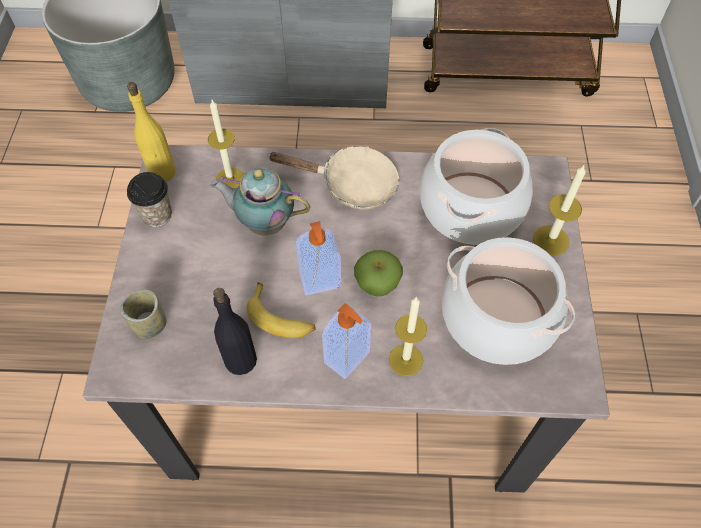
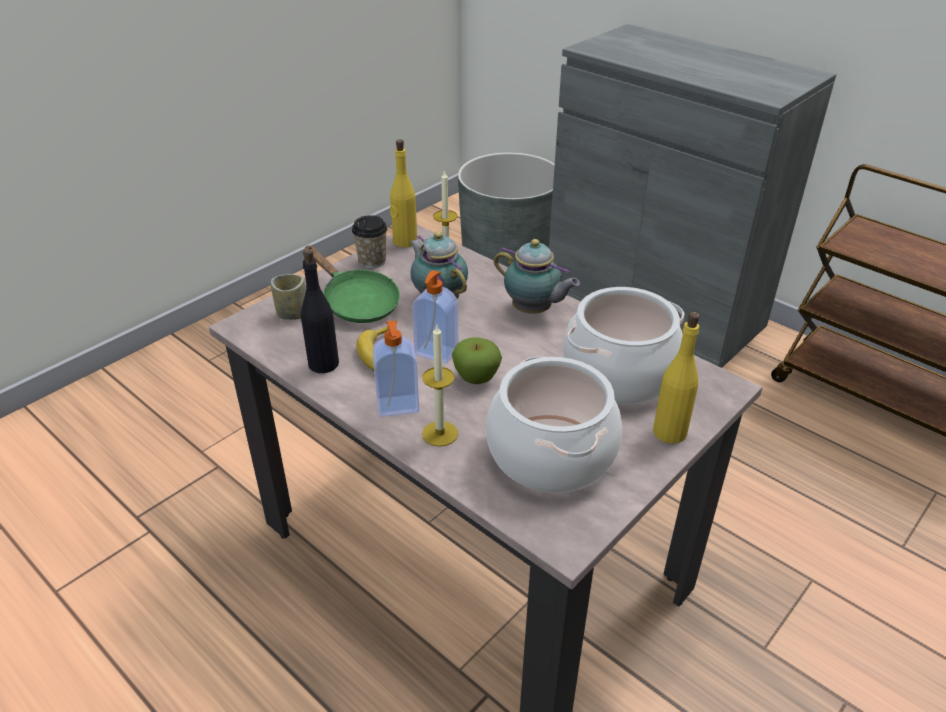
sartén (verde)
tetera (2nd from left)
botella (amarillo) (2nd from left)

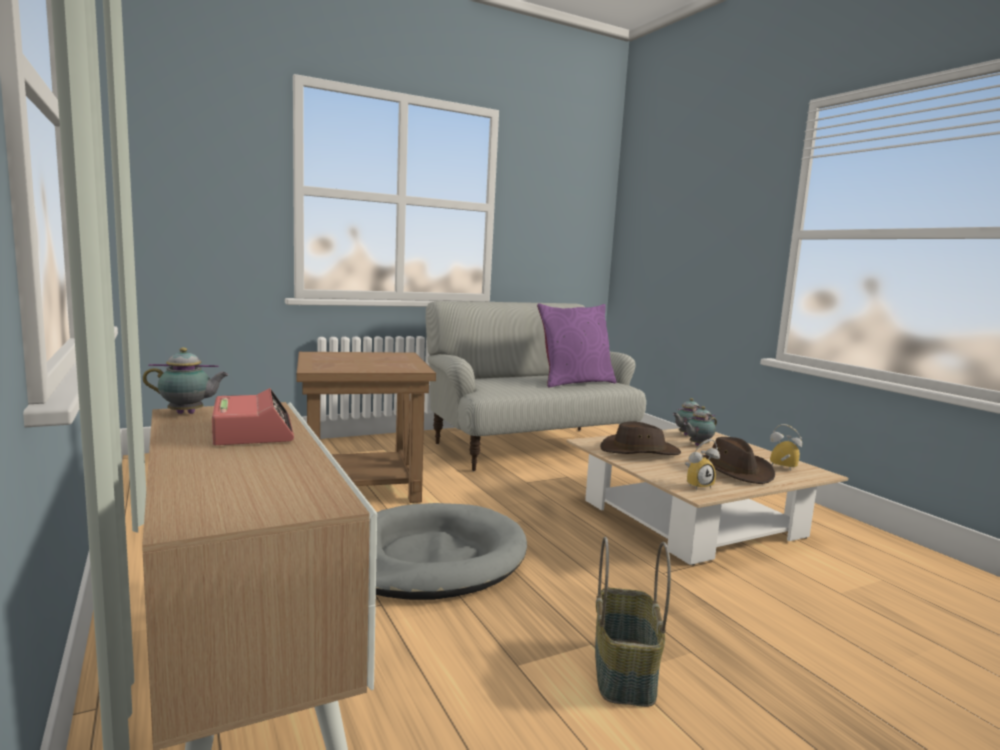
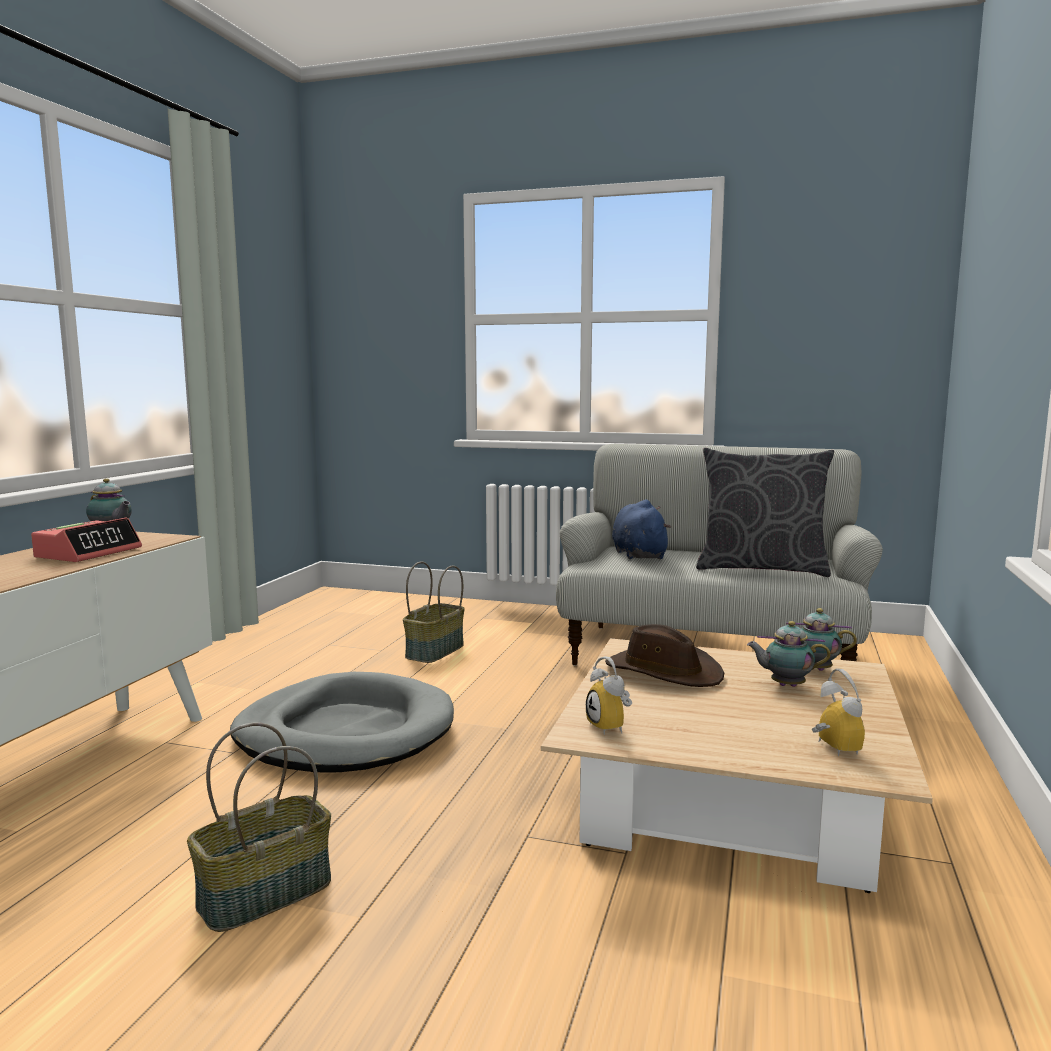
sombrero (marrón) (2nd from left in the first image)
peluche (azul)
cesta (2nd from left)
cojín (gris)
despertador (2nd from left)

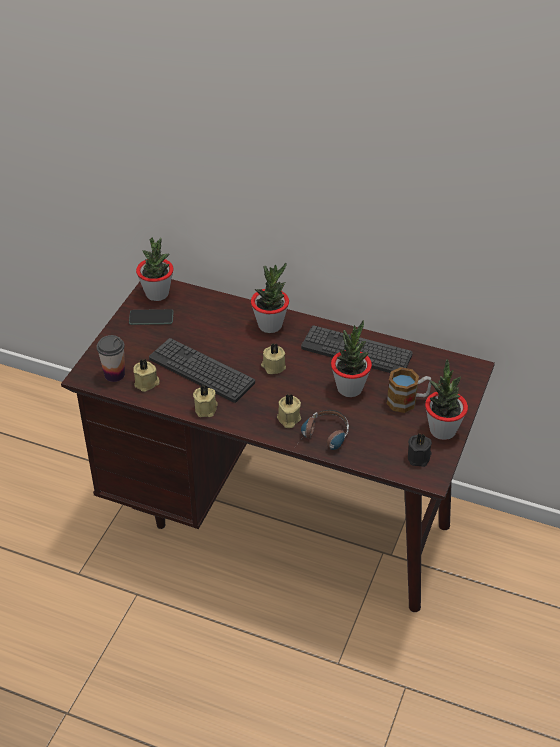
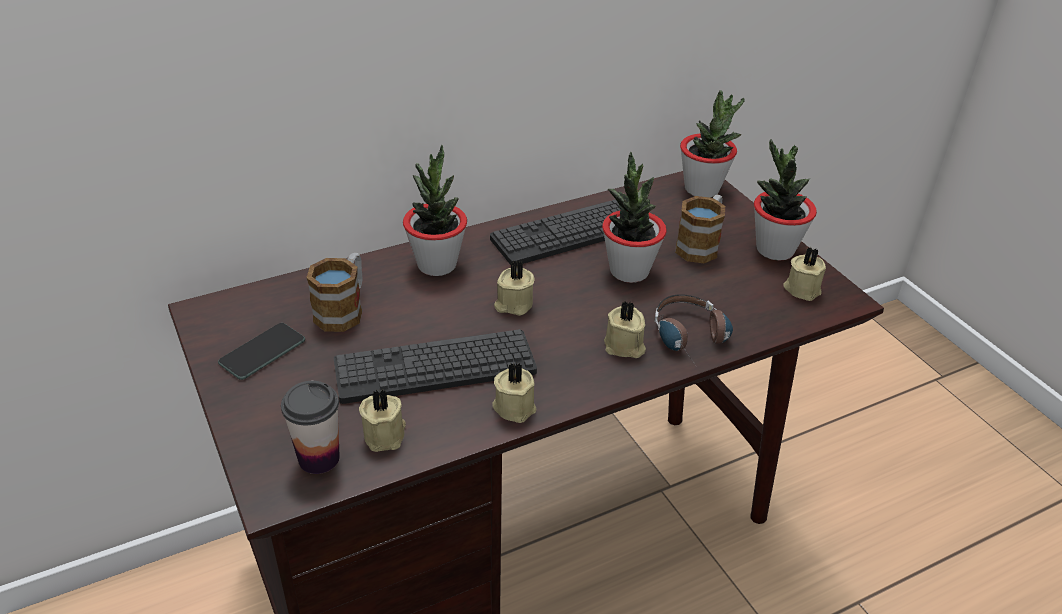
taza grande (1st from left)
planta en maceta (3rd from left)
vela (beis) (5th from left)

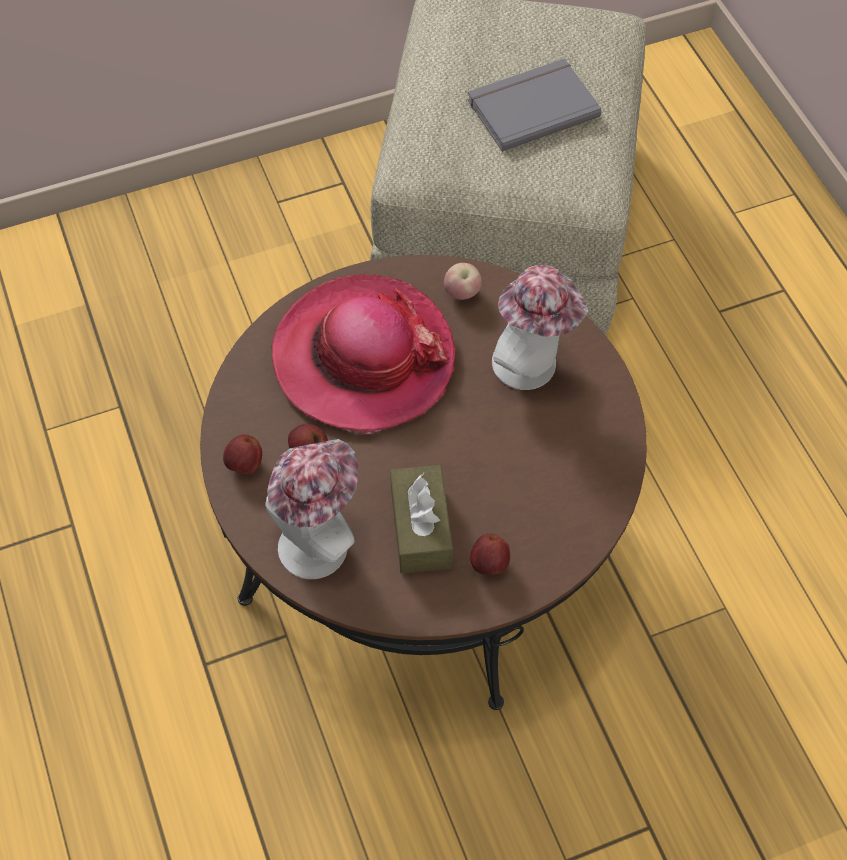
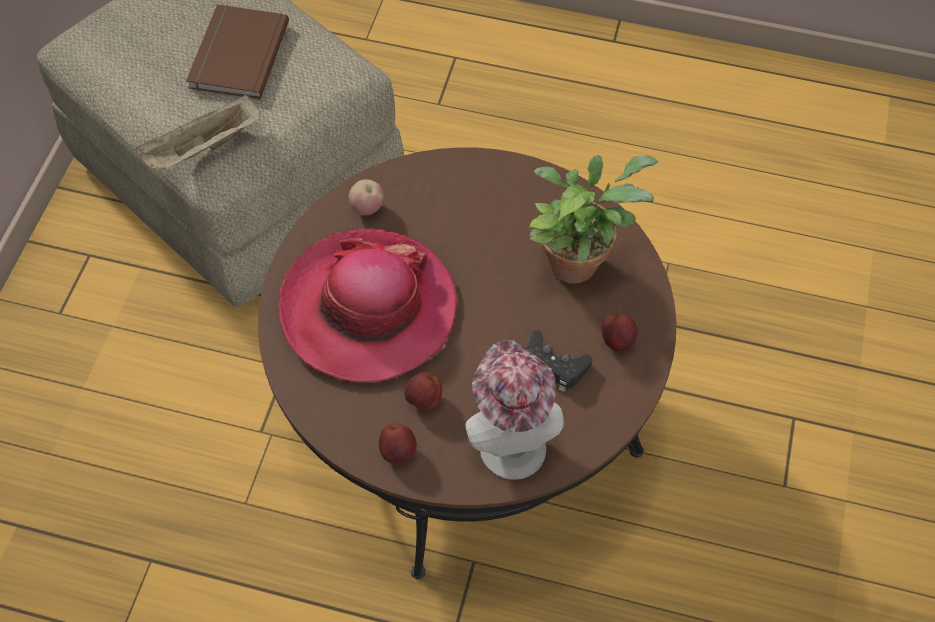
sombrero (3rd from left in the first image)
bandeja (beis)
planta en maceta
mando de consola (negro)
libro (marrón)

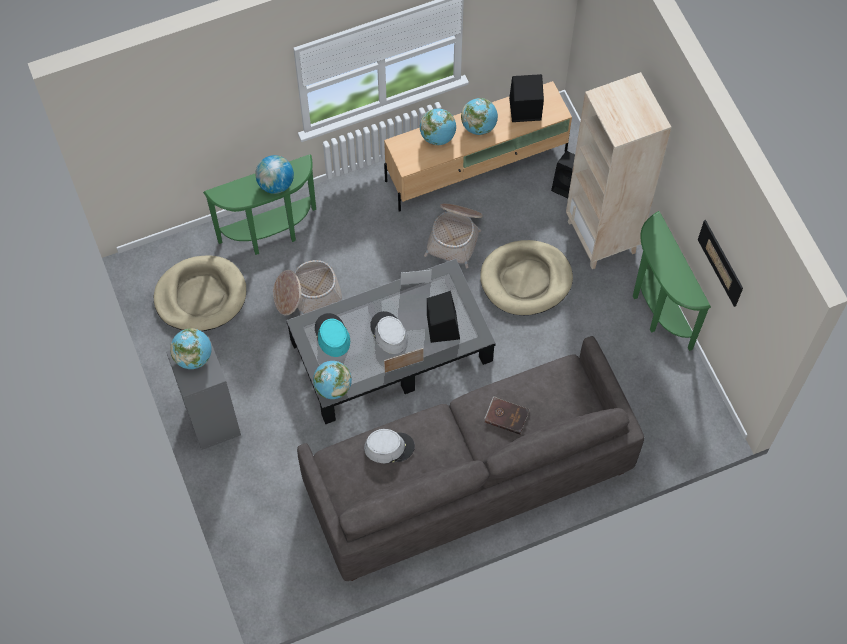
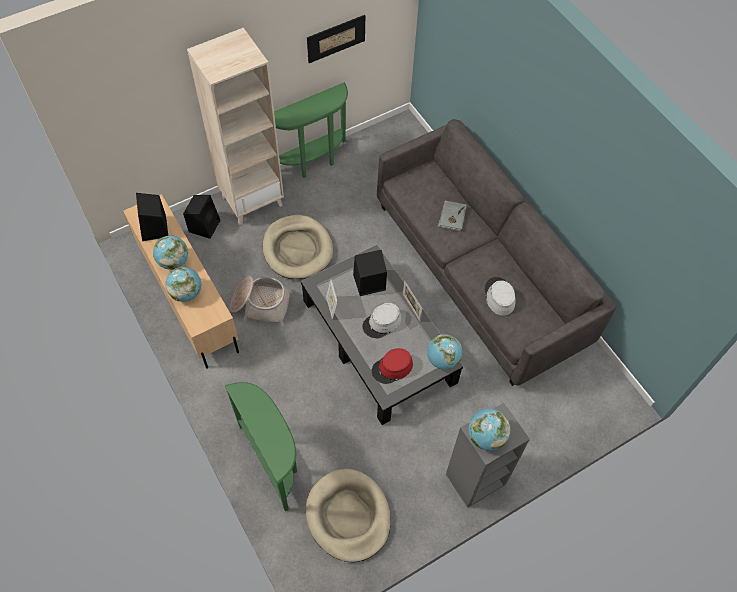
globo terráqueo (2nd from left in the first image)
cesta (1st from left in the first image)
sombrero (rojo)
libro (gris)

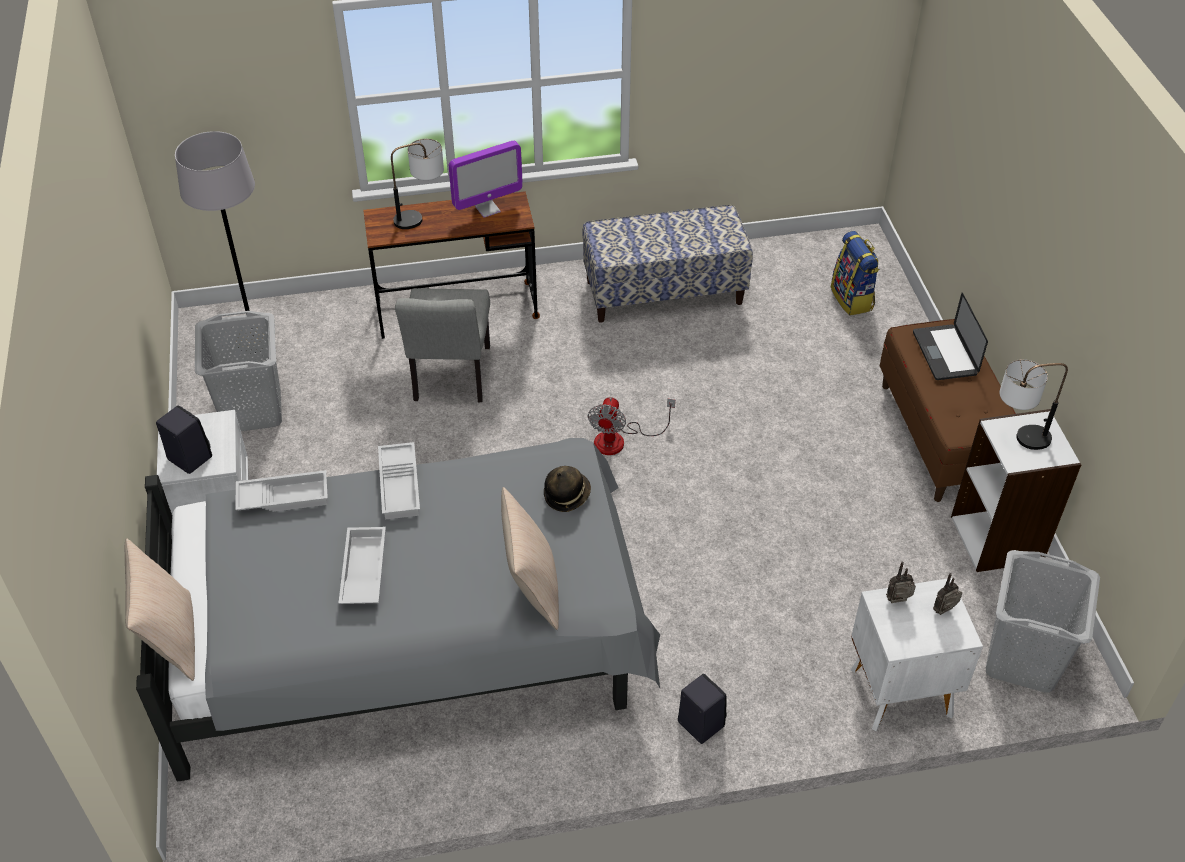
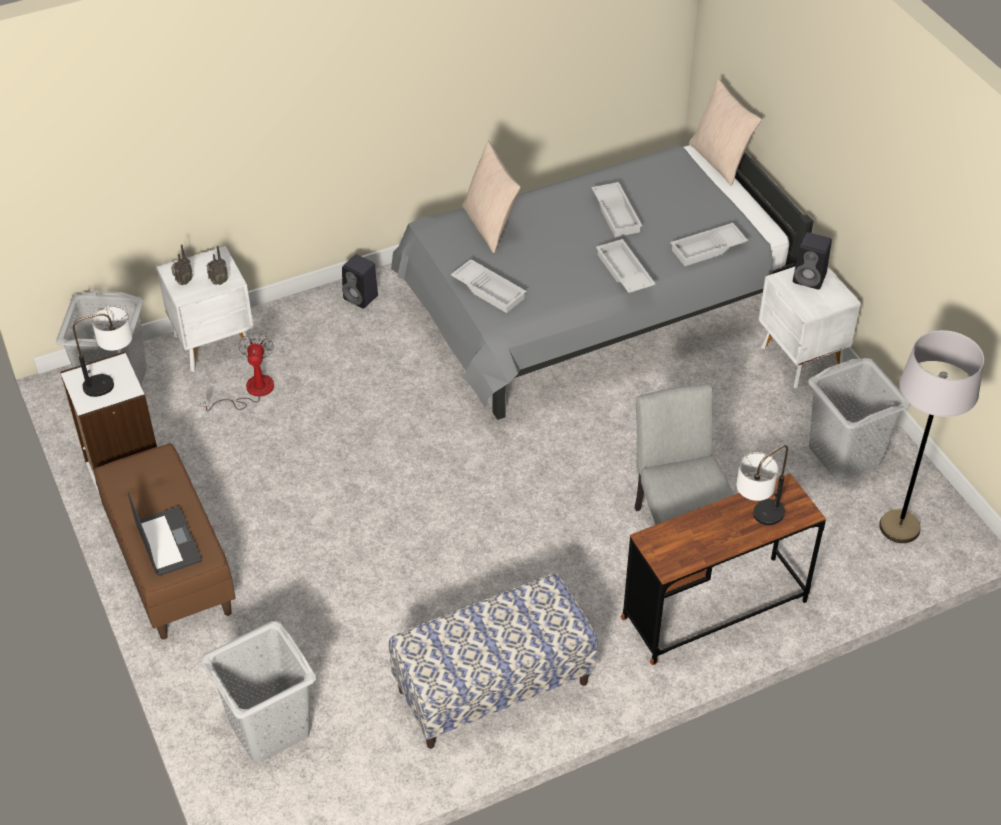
monitor
ventilador
bandeja (blanco) (1st from left)
cesto de la ropa (gris) (2nd from left)

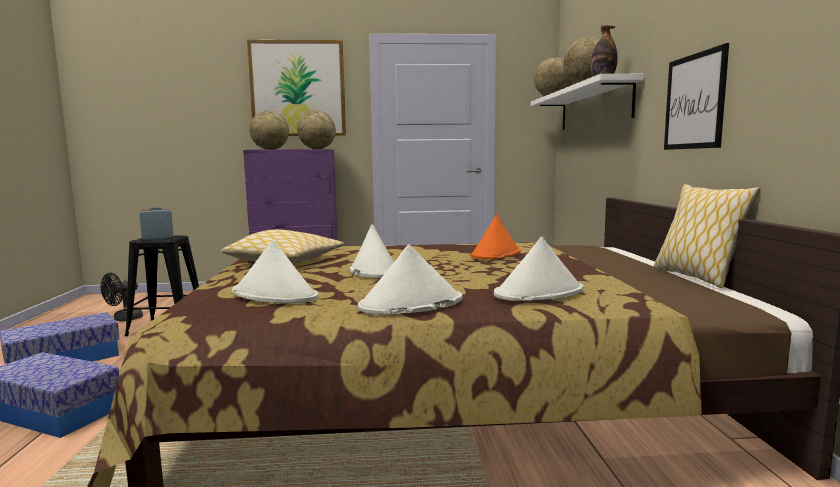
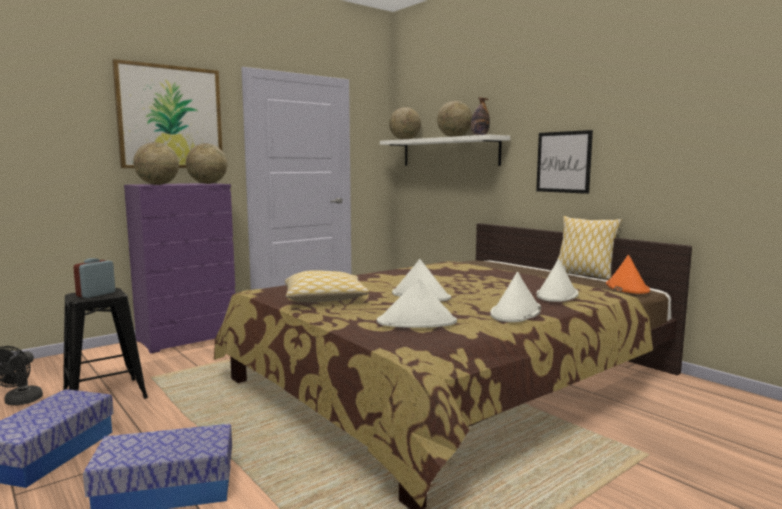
sombrero (naranja)

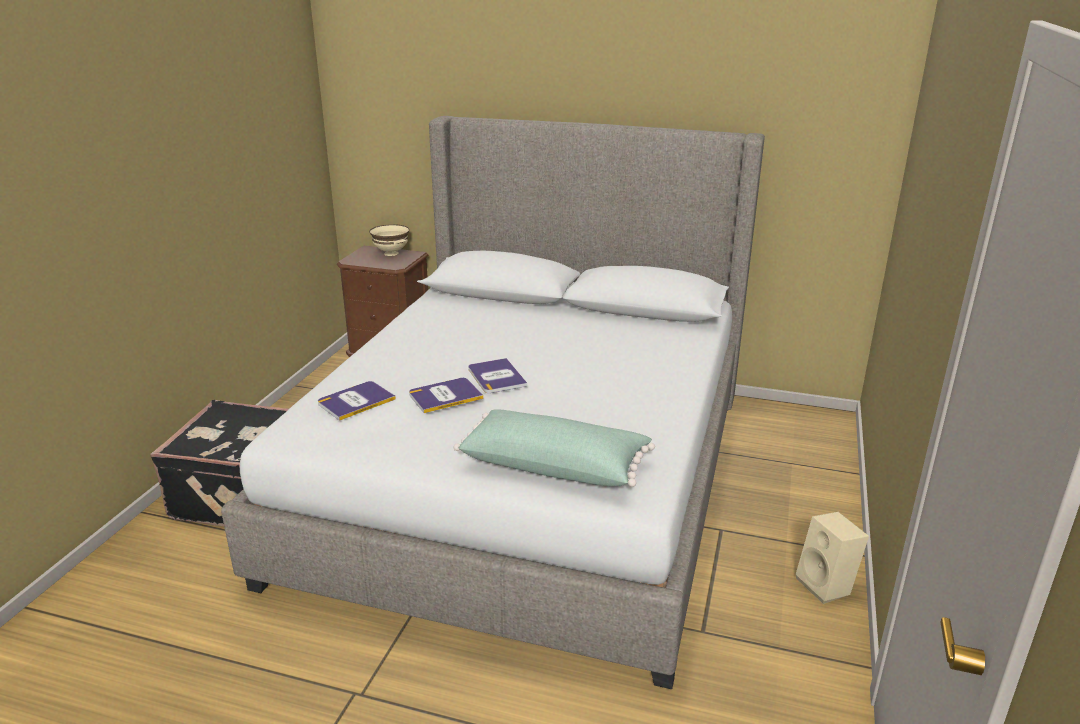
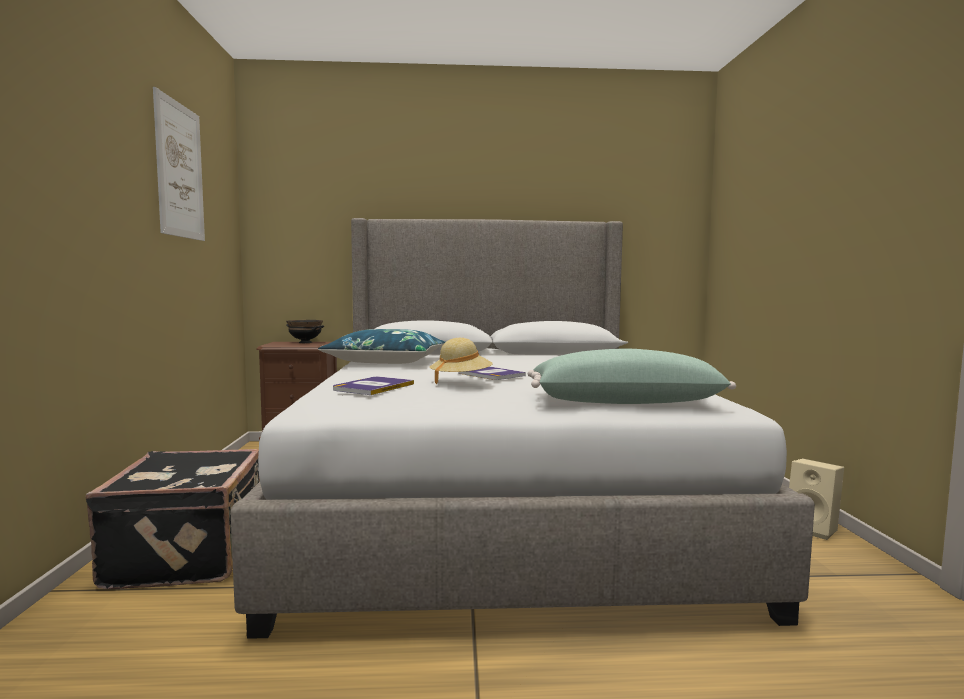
cuadro
cojín (azul)
sombrero (beis)
cuenco (negro)

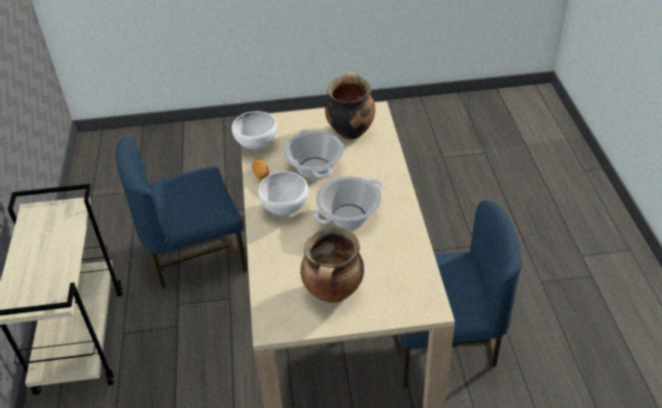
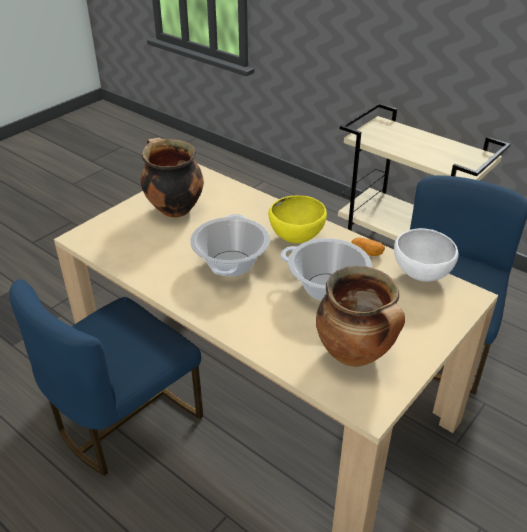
cuenco (amarillo)

